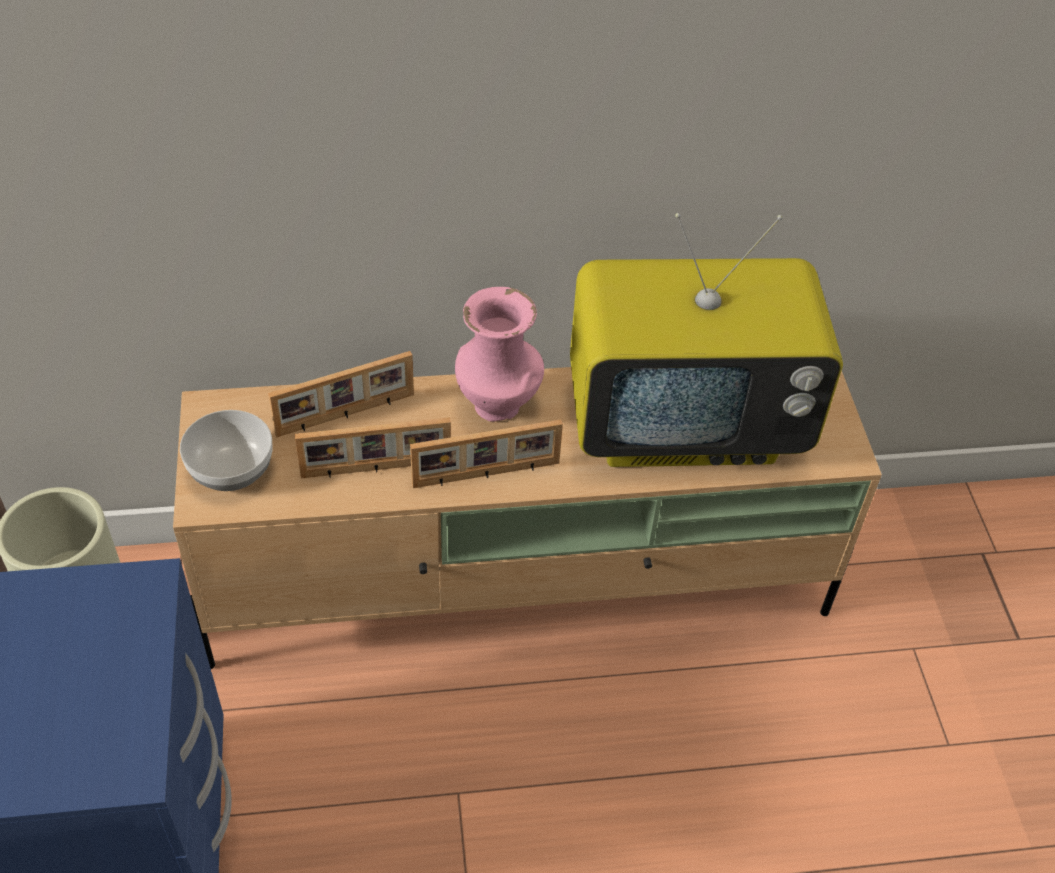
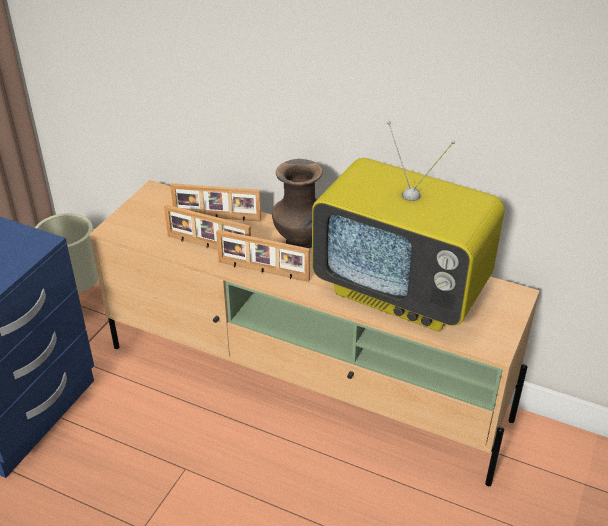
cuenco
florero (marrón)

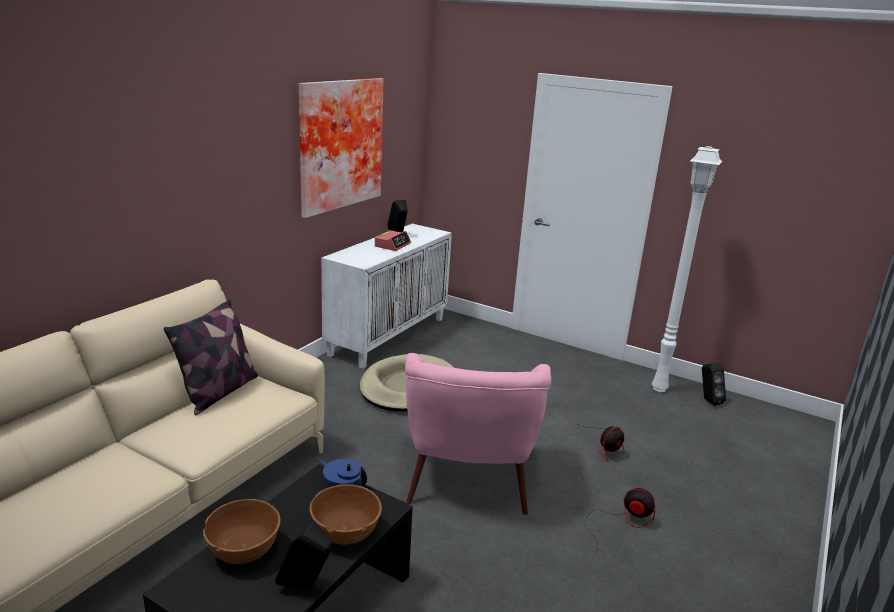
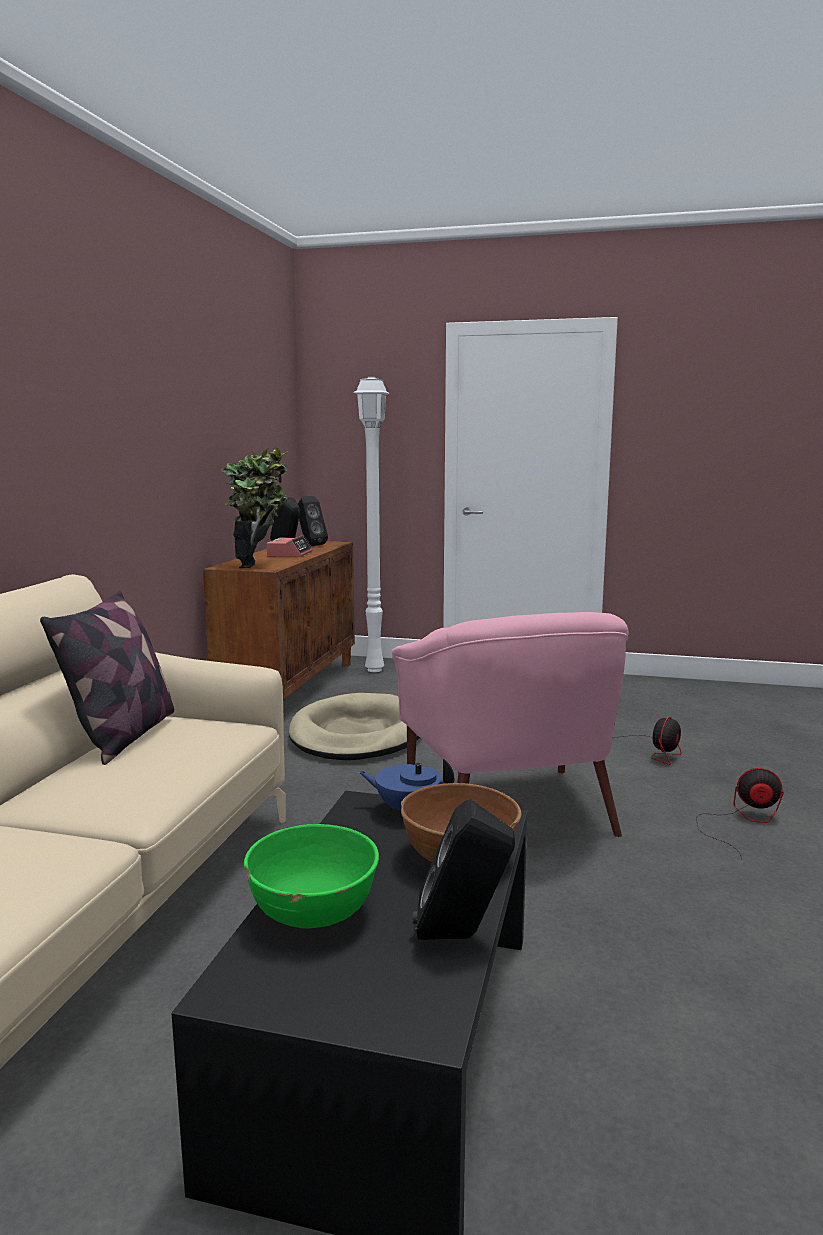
cuadro
planta en maceta
lámpara de pie (blanco)
altavoz (negro) (2nd from left)
cuenco (verde)
armario (marrón)

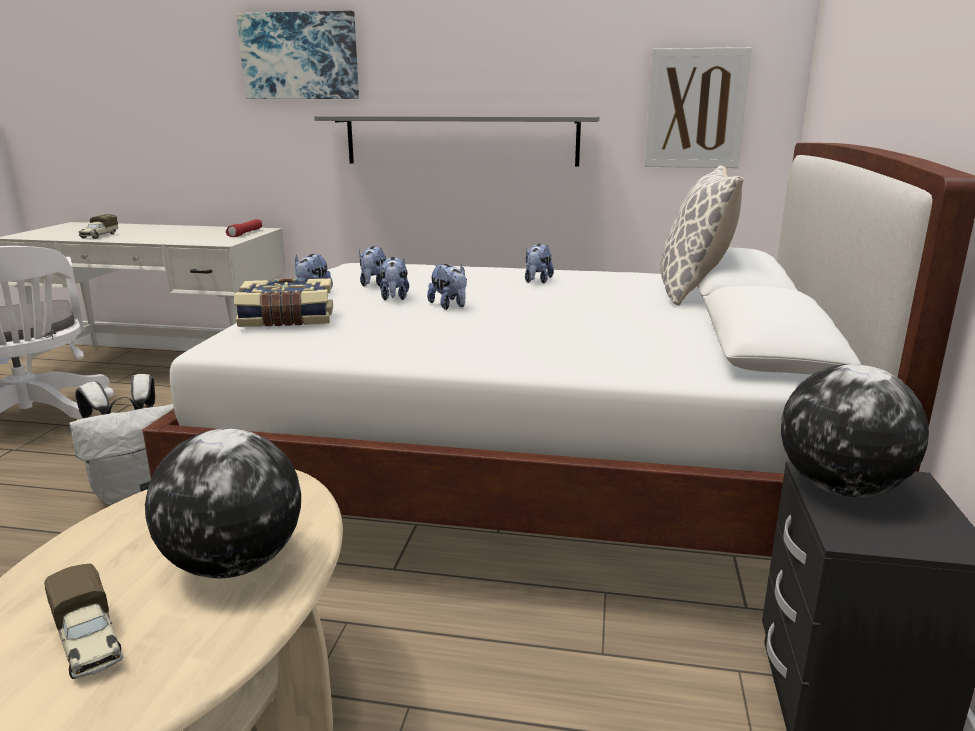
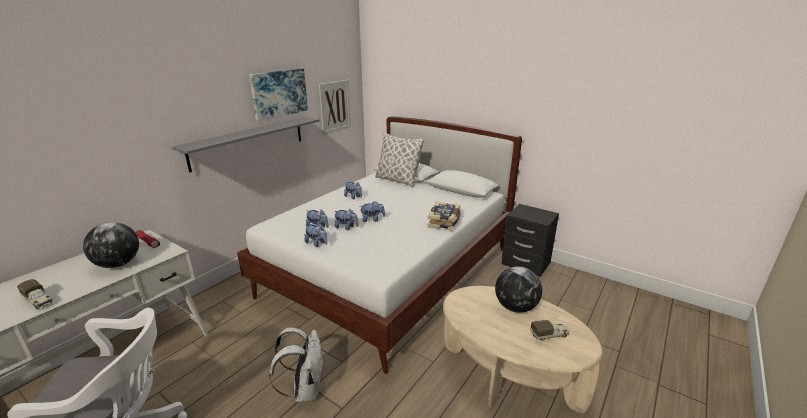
libro
cuadro (1st from left)
globo terráqueo (1st from left)

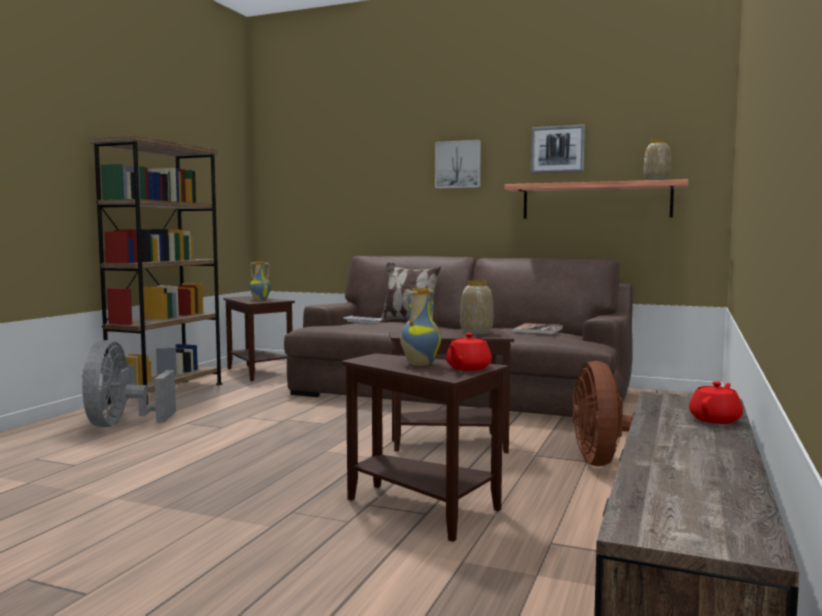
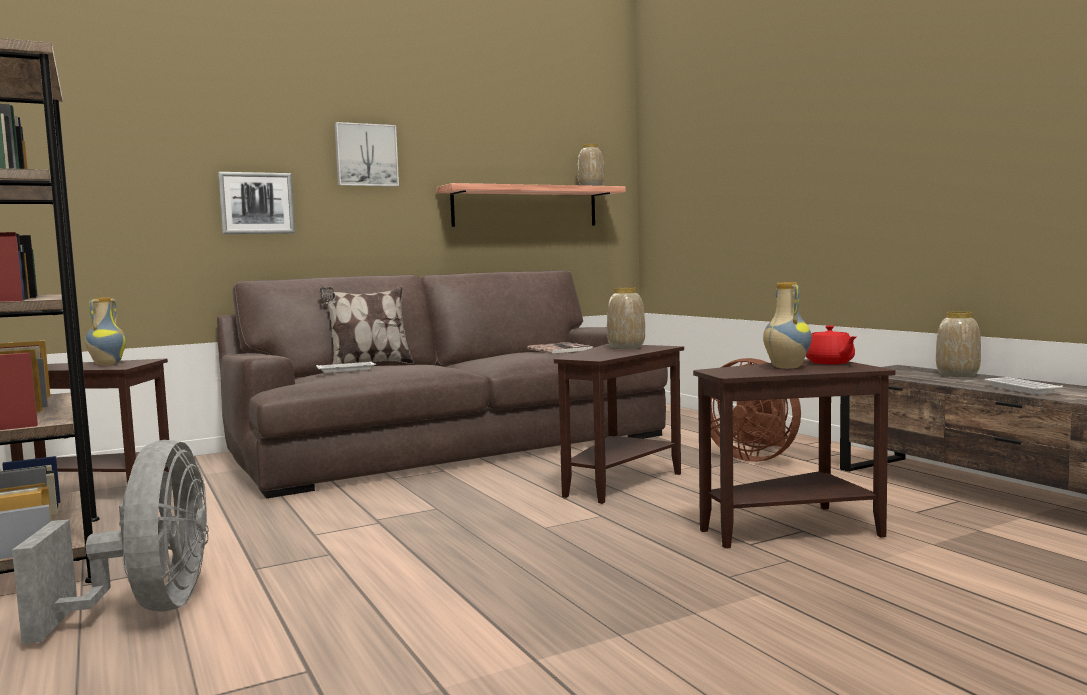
bandeja (blanco) (2nd from left)
cuadro (1st from left)
florero (5th from left)
ventilador (gris)

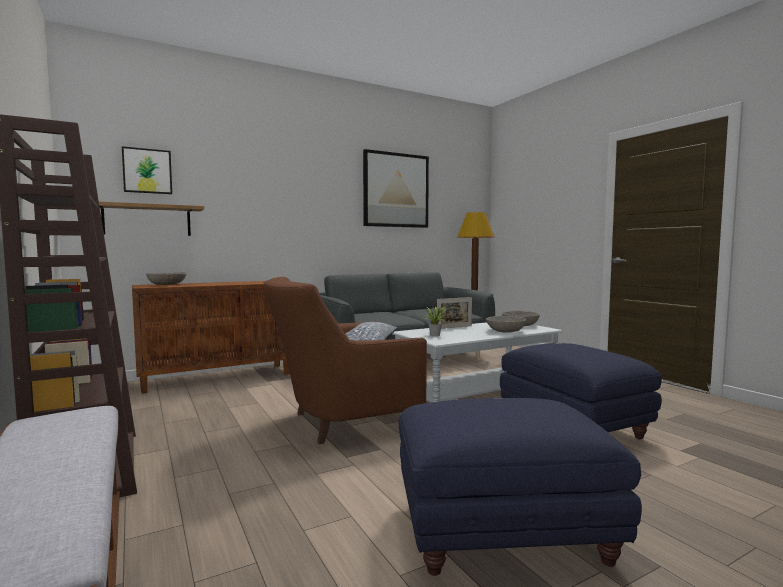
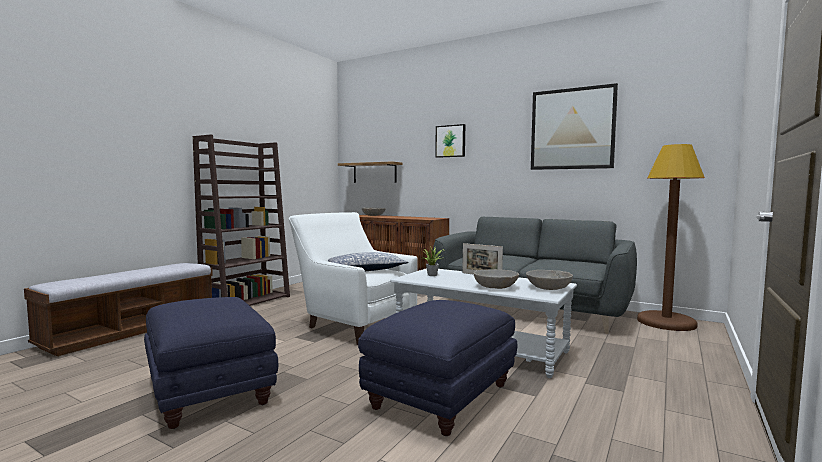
cuadro (1st from left)
sillón (blanco)

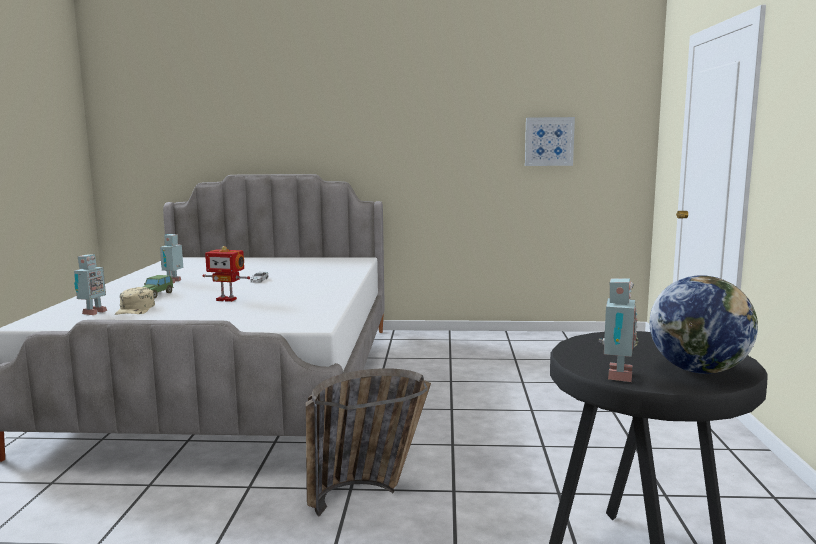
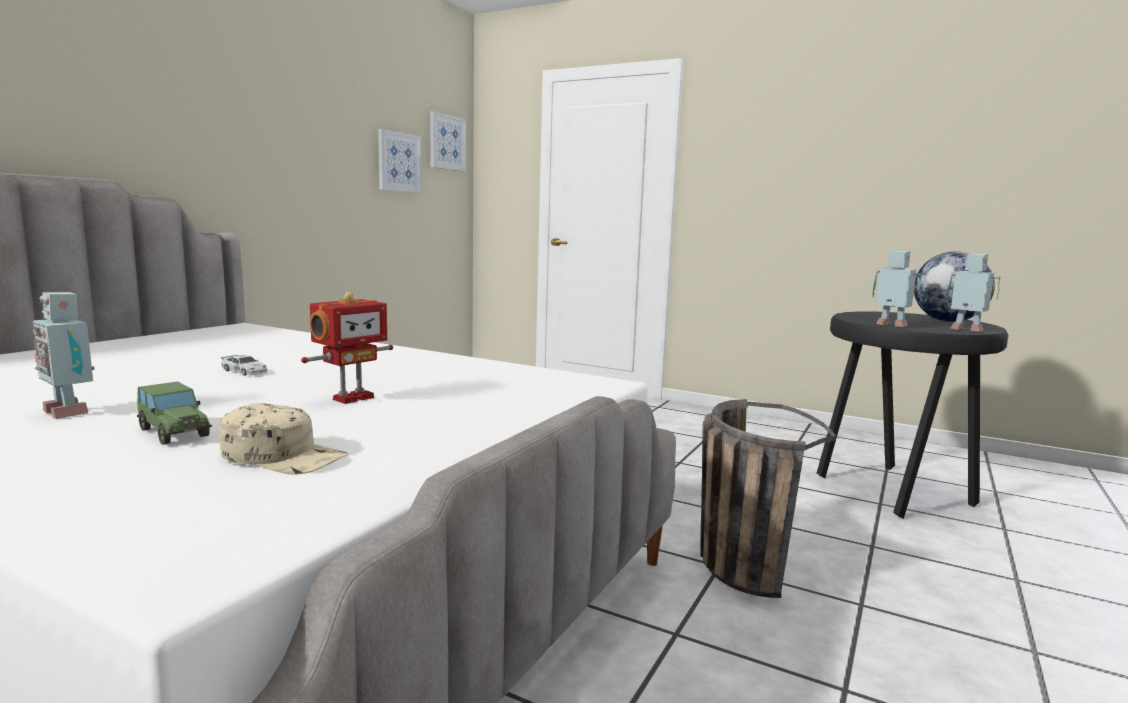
cuadro (2nd from left)
robot de juguete (3rd from left)

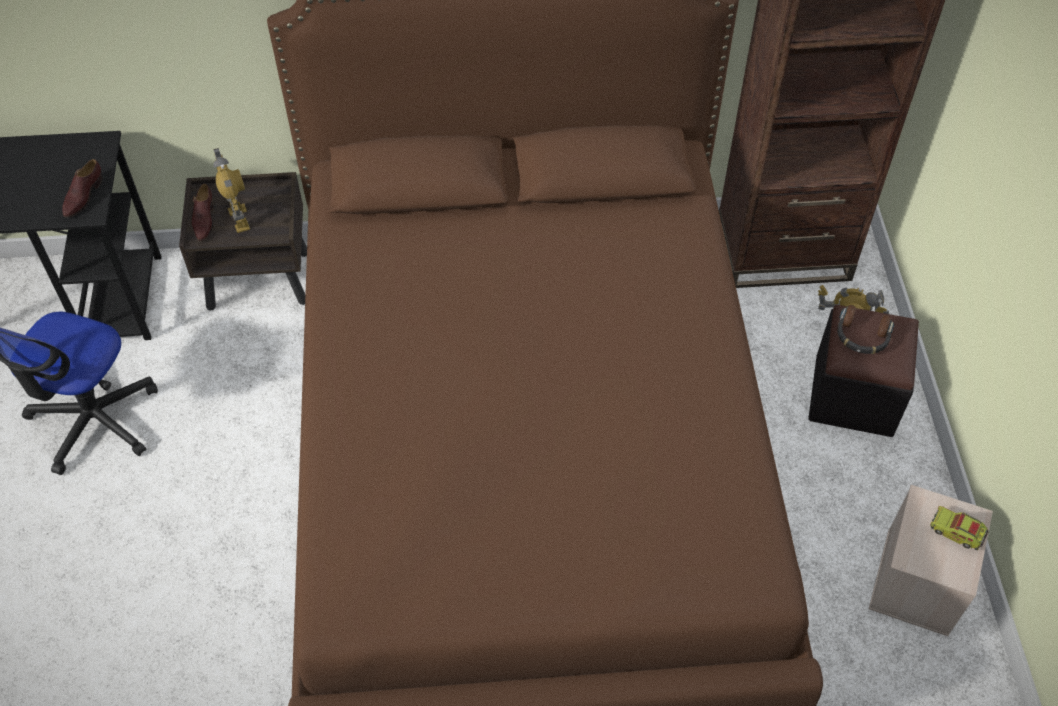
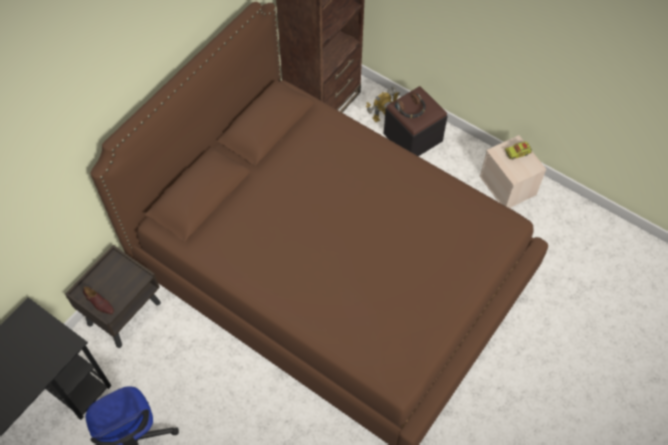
zapato (marrón) (1st from left in the first image)
robot de juguete (1st from left in the first image)

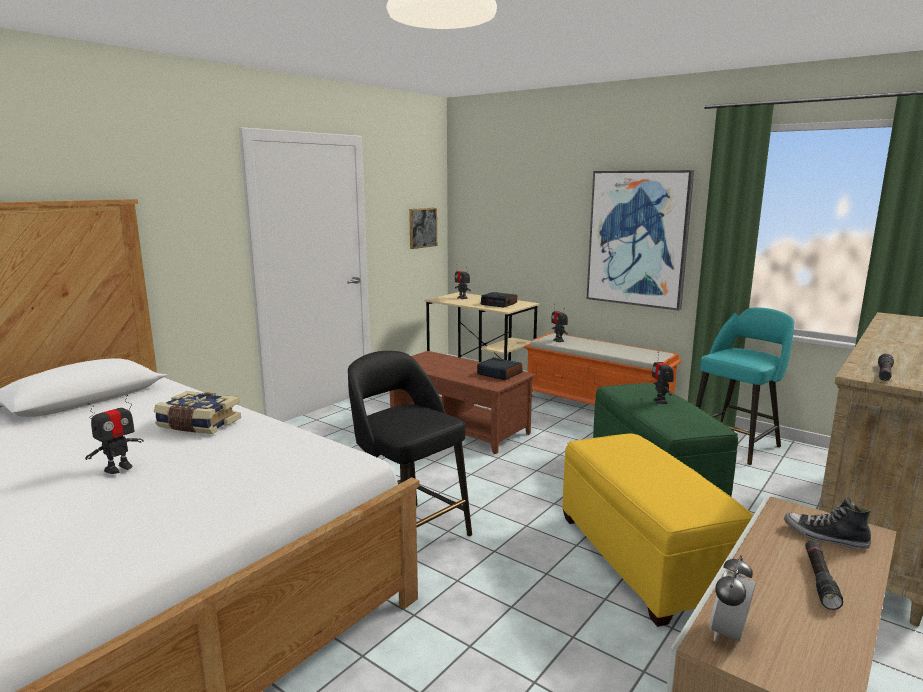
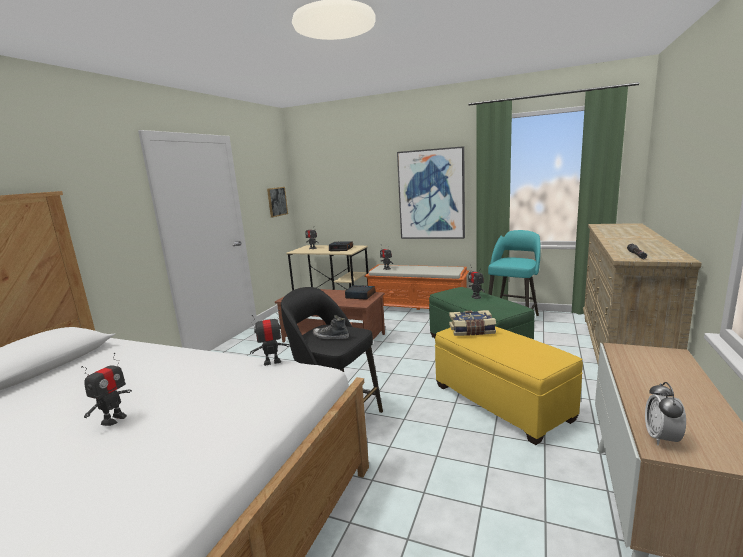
linterna (negro) (1st from left in the first image)
robot de juguete (2nd from left)
libro
zapato

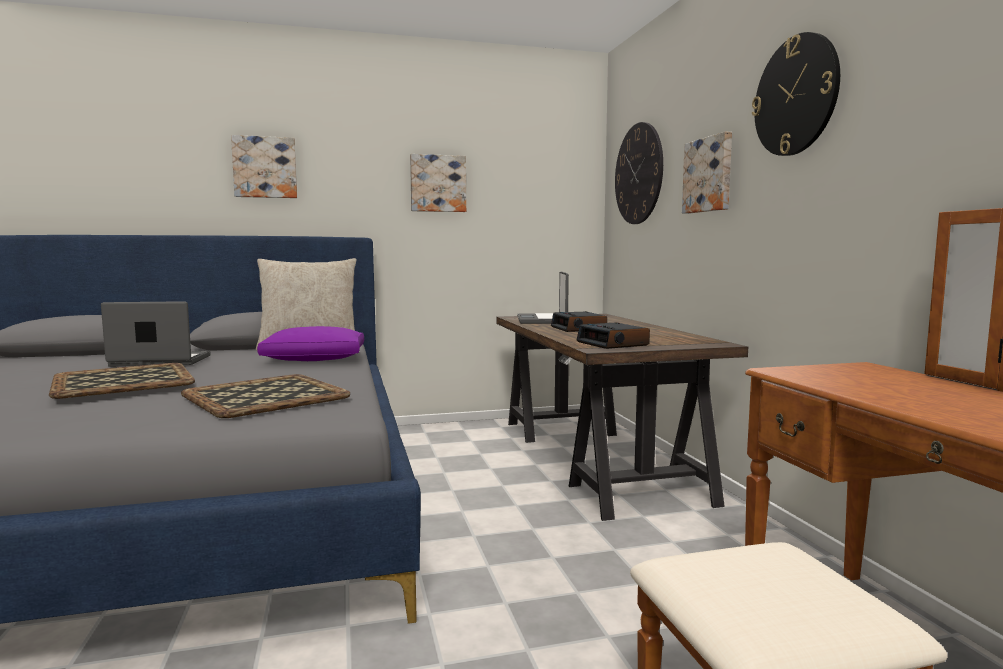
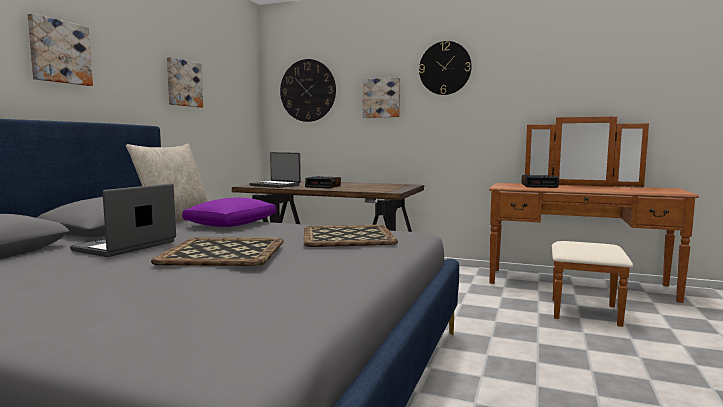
despertador (2nd from left)

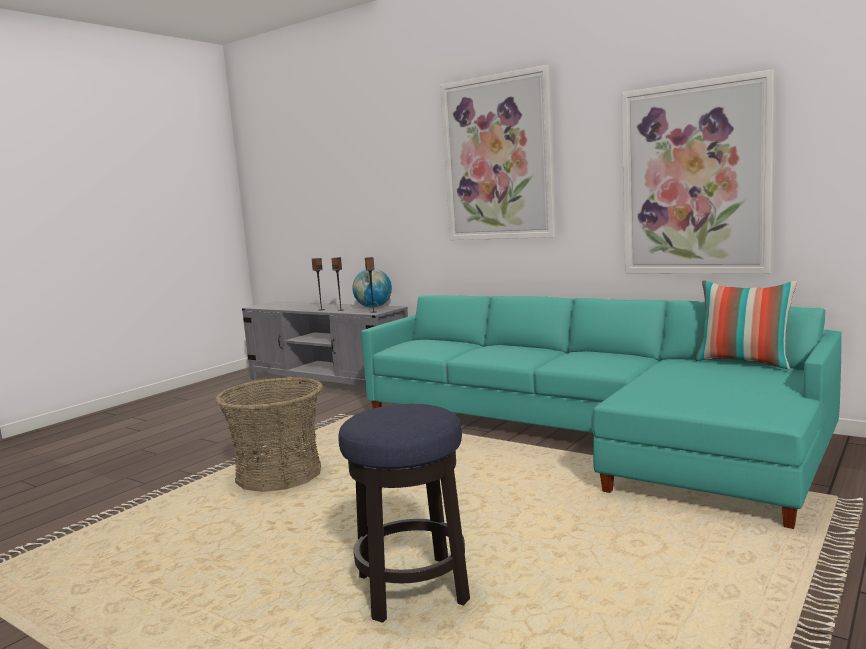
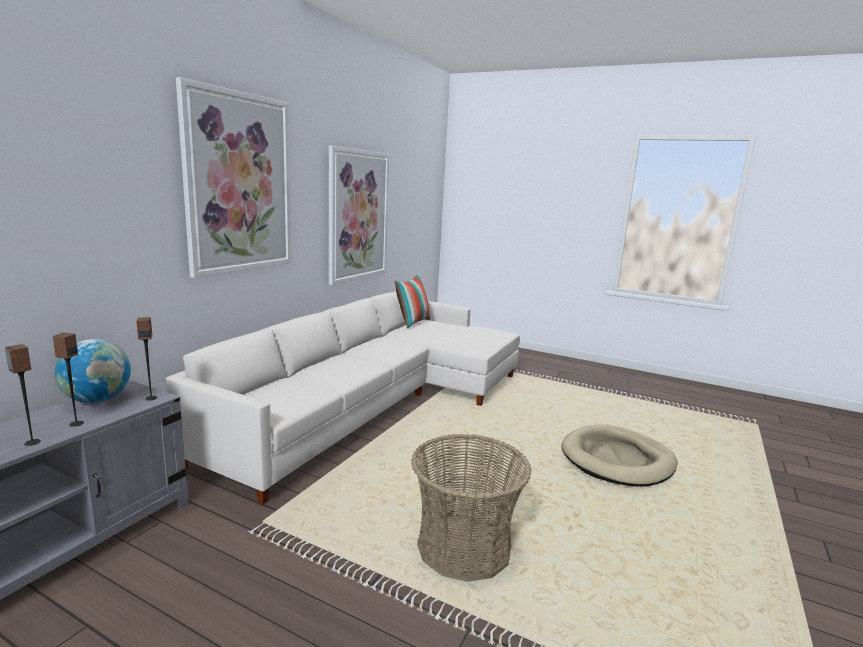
cama para perro (beis)
sofá (blanco)

